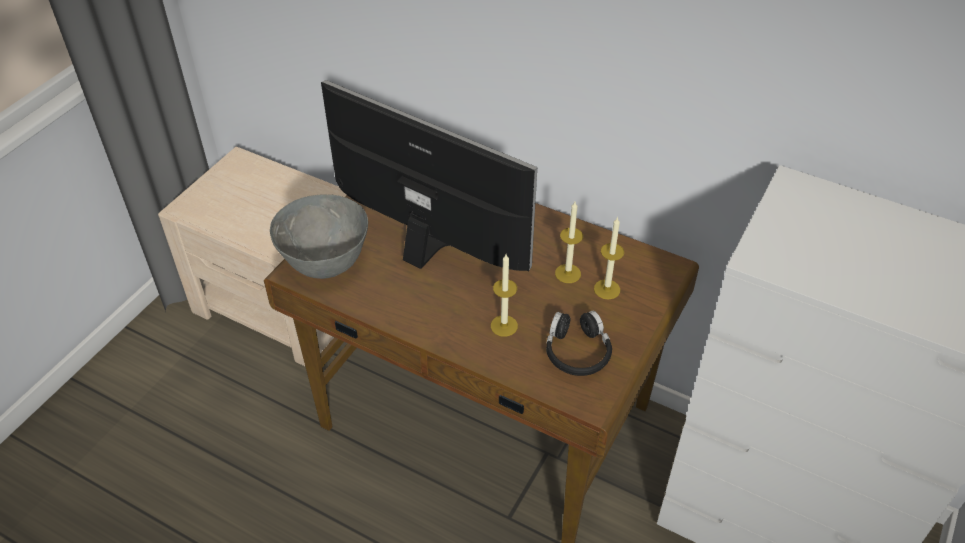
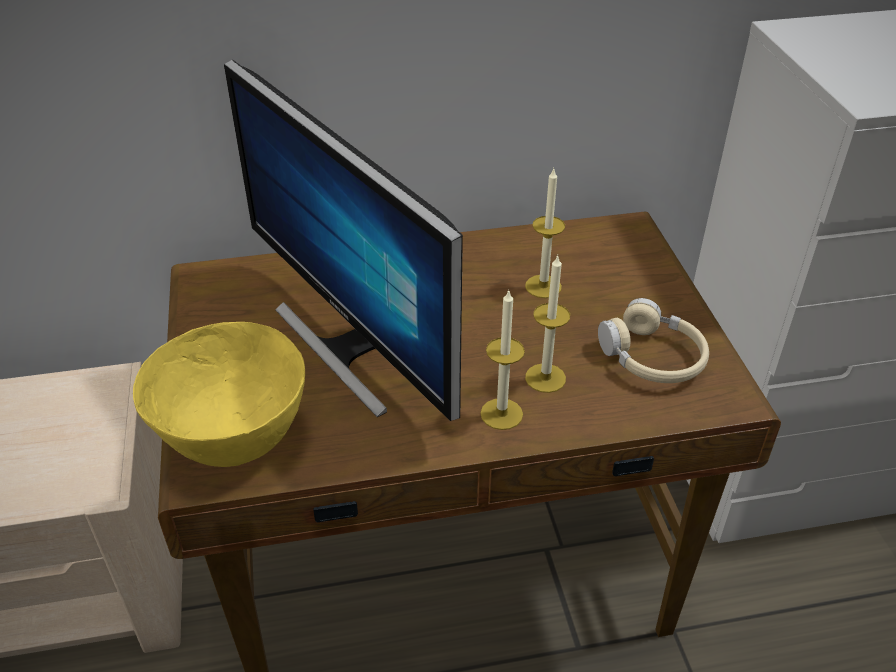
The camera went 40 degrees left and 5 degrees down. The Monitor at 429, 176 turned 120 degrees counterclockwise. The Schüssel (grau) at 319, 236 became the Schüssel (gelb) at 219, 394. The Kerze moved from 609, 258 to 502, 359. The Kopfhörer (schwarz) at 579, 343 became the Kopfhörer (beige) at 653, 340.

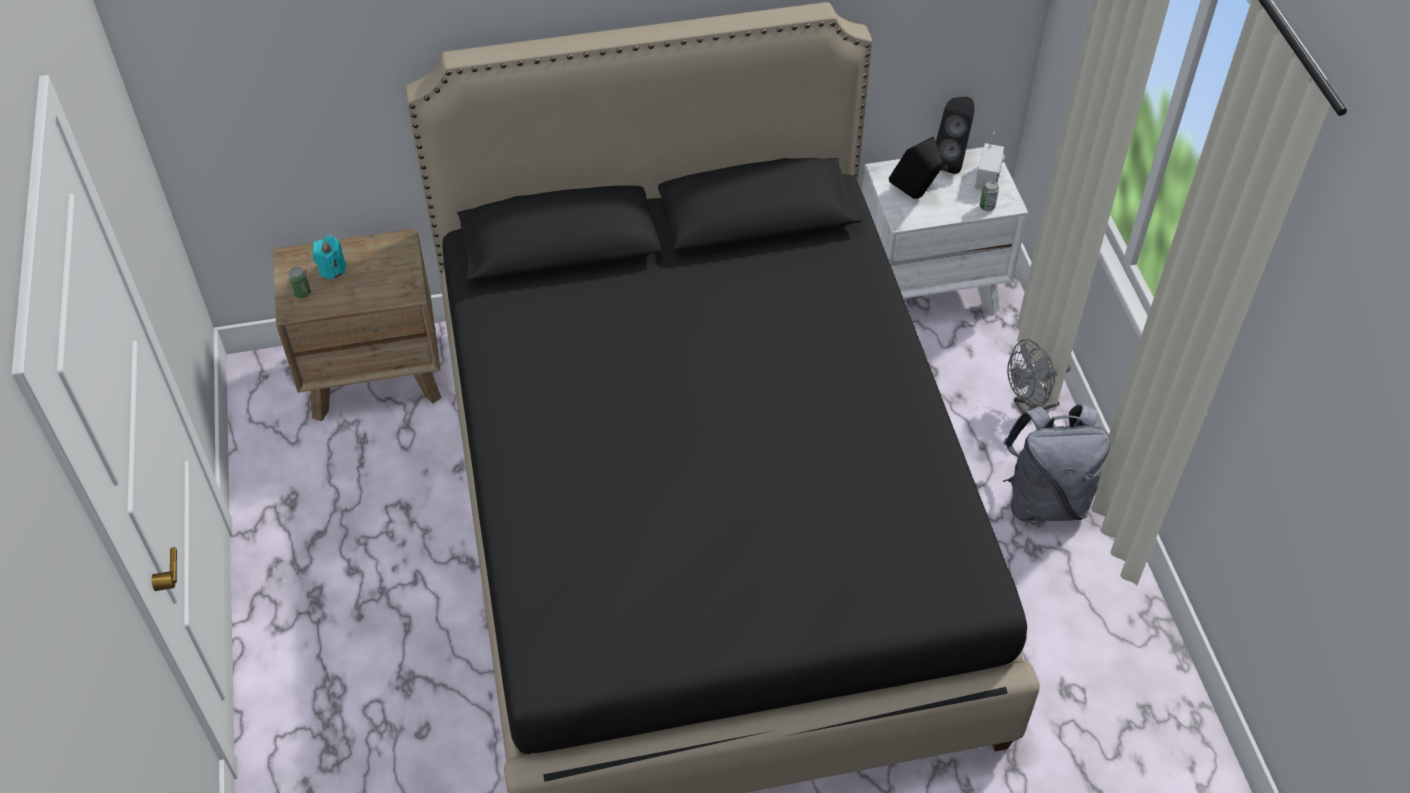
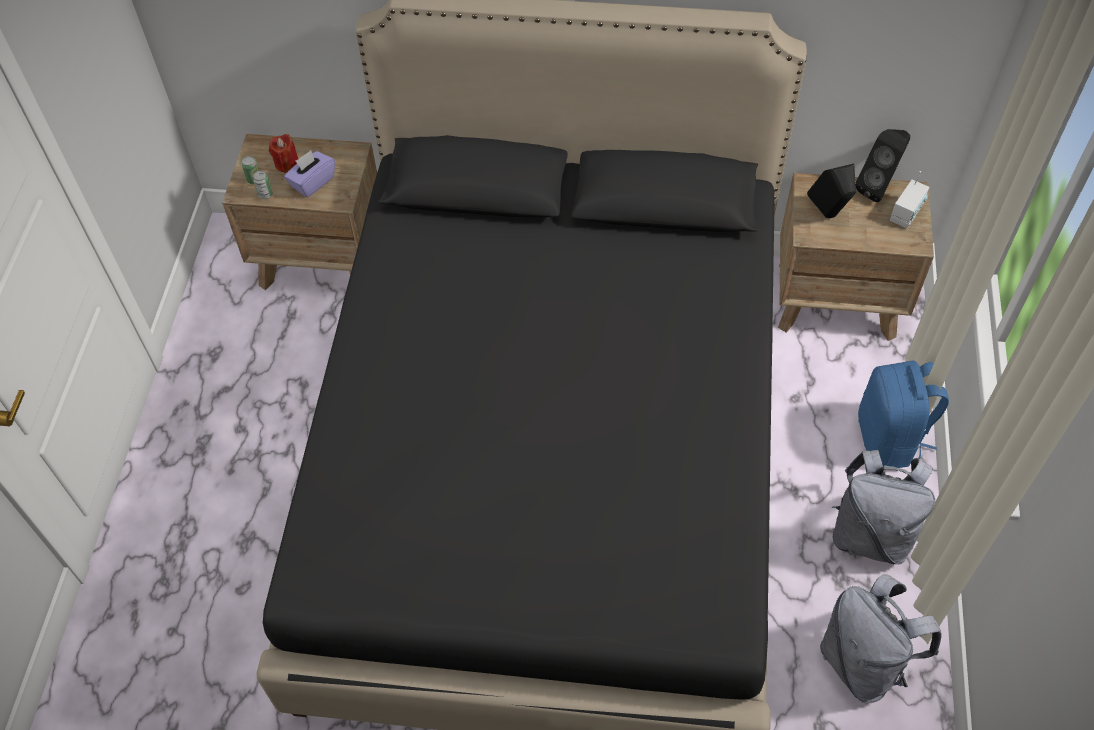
The camera went 20 degrees right and 5 degrees up. The Nachttisch (weiß) at 945, 231 became the Nachttisch (braun) at 856, 257. The Dose moved from 989, 195 to 263, 185. The Kerze (türkis) at 329, 257 became the Kerze (rot) at 283, 153. The Ventilator (grau) at 1039, 376 was replaced by the Rucksack (blau) at 903, 414. The Taschentuchbox (lila) at 309, 173 appeared. The Rucksack (grau) at 881, 638 appeared.

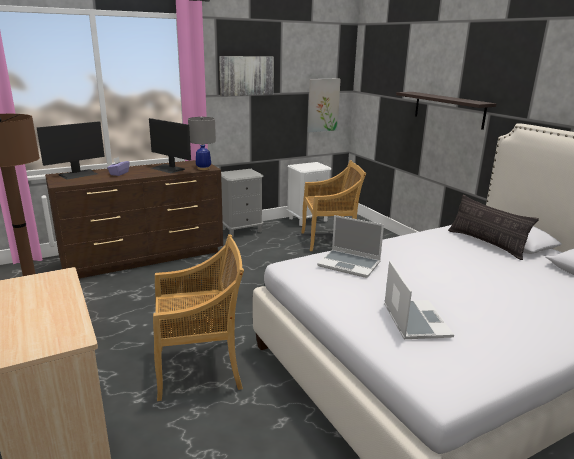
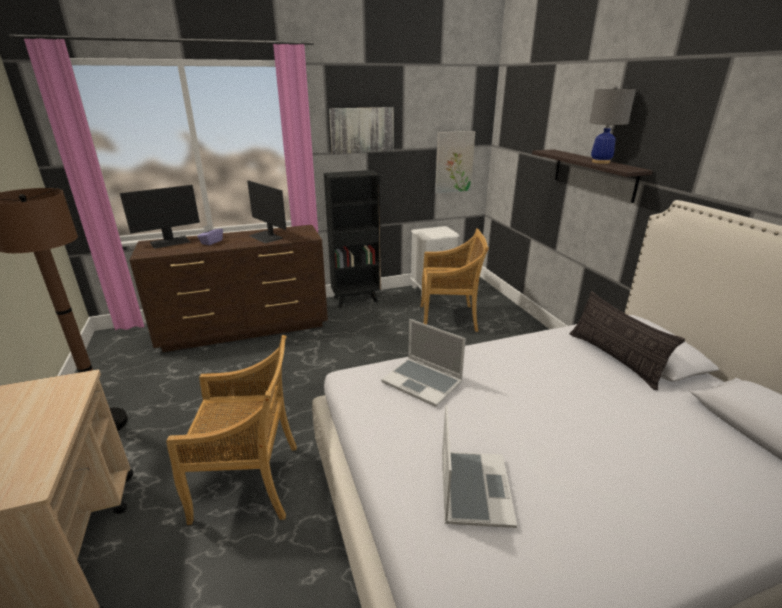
The camera went 10 degrees right and 5 degrees up. The Tischlampe (grau) moved from 202, 143 to 612, 125. The Nachttisch (grau) at 242, 203 was replaced by the Bücherregal (schwarz) at 352, 239.

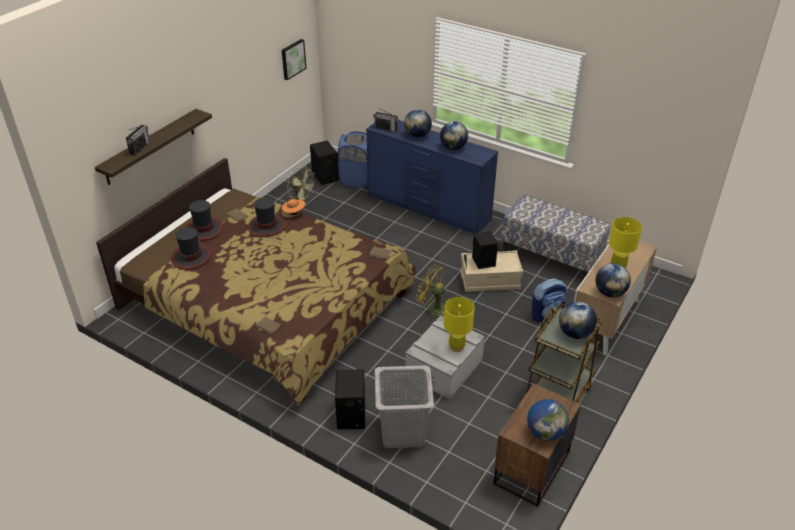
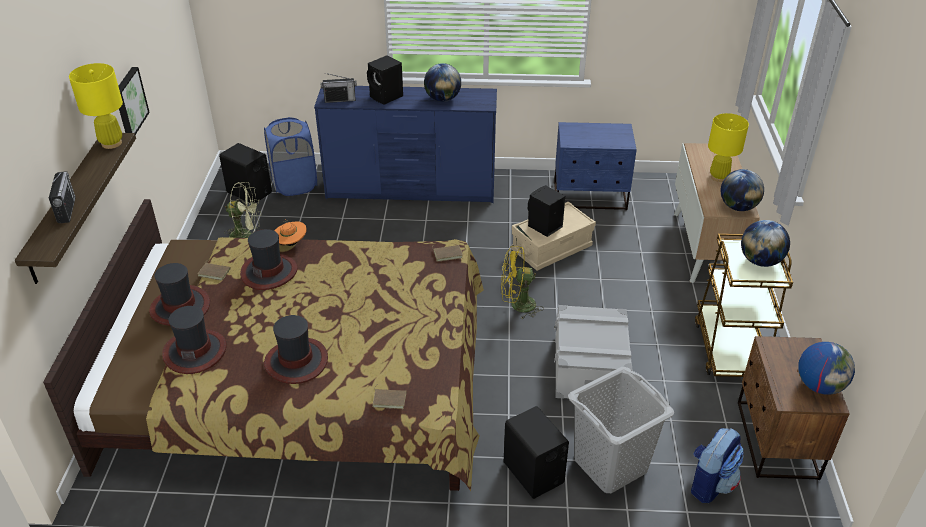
The camera went 30 degrees left and 0 degrees up. The Bild moved from 294, 59 to 134, 101. The Globus at 418, 124 was replaced by the Lautsprecher (schwarz) at 385, 80. The Bank at 555, 237 was replaced by the Nachttisch (blau) at 595, 166. The Rucksack moved from 549, 300 to 717, 465. The Tischlampe (gelb) moved from 459, 324 to 96, 106. The Hut at 296, 349 appeared.

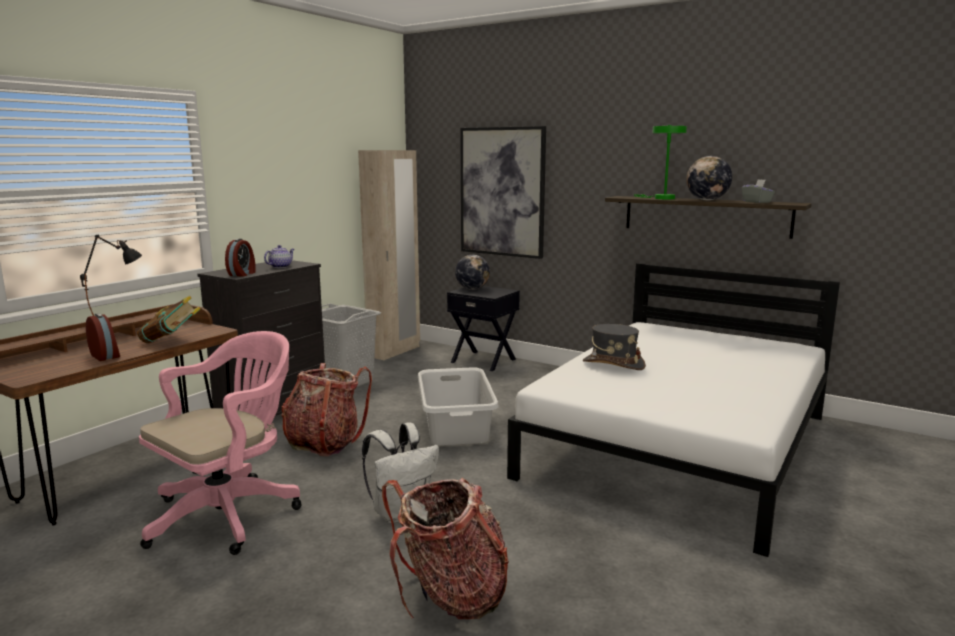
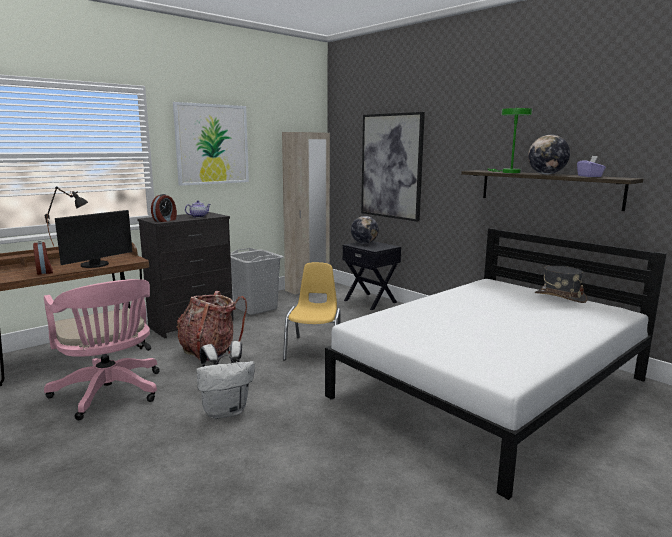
The camera went 15 degrees right and 0 degrees up. The Taschentuchbox (grau) at 758, 191 became the Taschentuchbox (lila) at 591, 166. The Buch at 169, 319 was replaced by the Monitor at 93, 239. The Hut (grau) moved from 614, 347 to 561, 284. The Bürostuhl (rosa) at 220, 443 turned 90 degrees clockwise. The Wäschekorb (grau) at 458, 406 was replaced by the Stuhl (gelb) at 312, 312. The Rucksack at 445, 548 disappeared. The Bild at 211, 144 appeared.

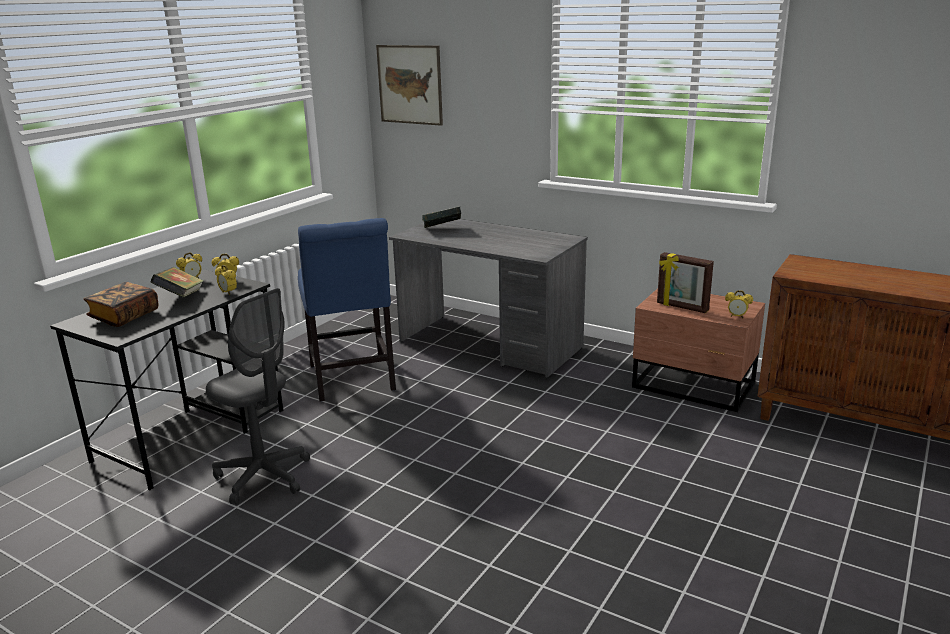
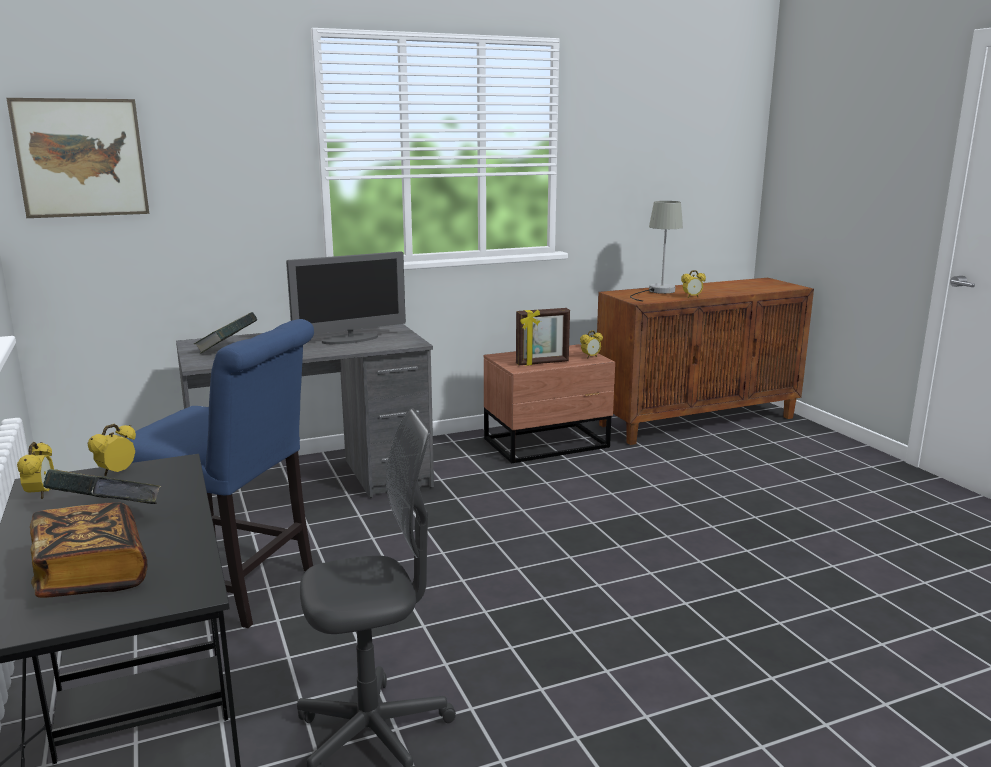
The camera went 55 degrees left and 5 degrees down. The Wecker moved from 226, 280 to 693, 284. The Tischlampe (grau) at 656, 251 appeared. The Monitor at 346, 297 appeared.

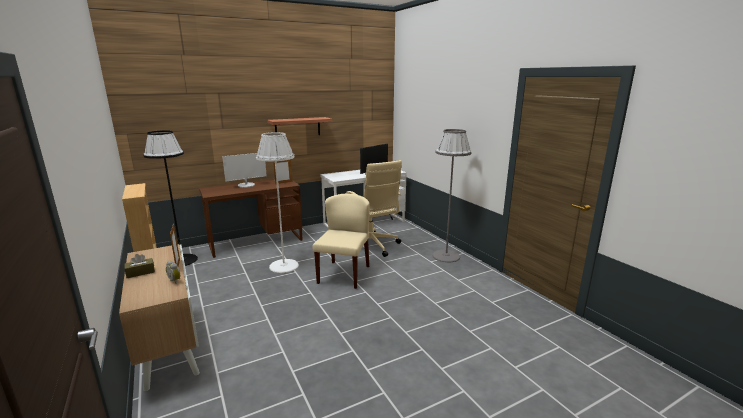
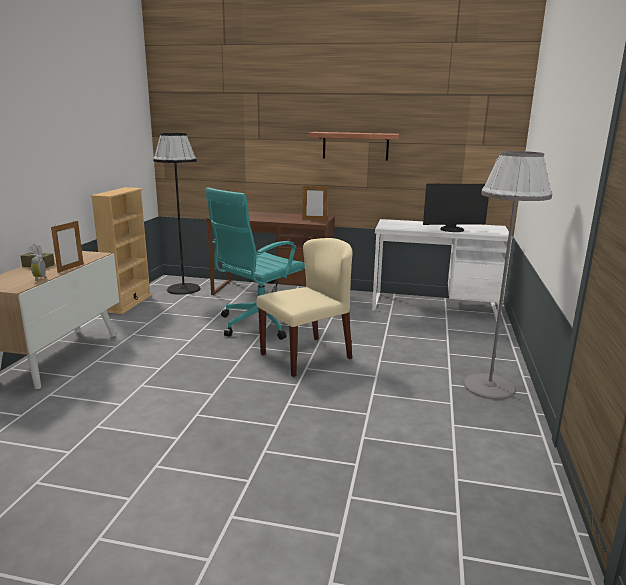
The camera went 40 degrees right and 0 degrees up. The Stehlampe (weiß) at 277, 202 was replaced by the Bürostuhl (türkis) at 255, 263. The Monitor at 244, 170 disappeared. The Bürostuhl (beige) at 374, 208 disappeared.

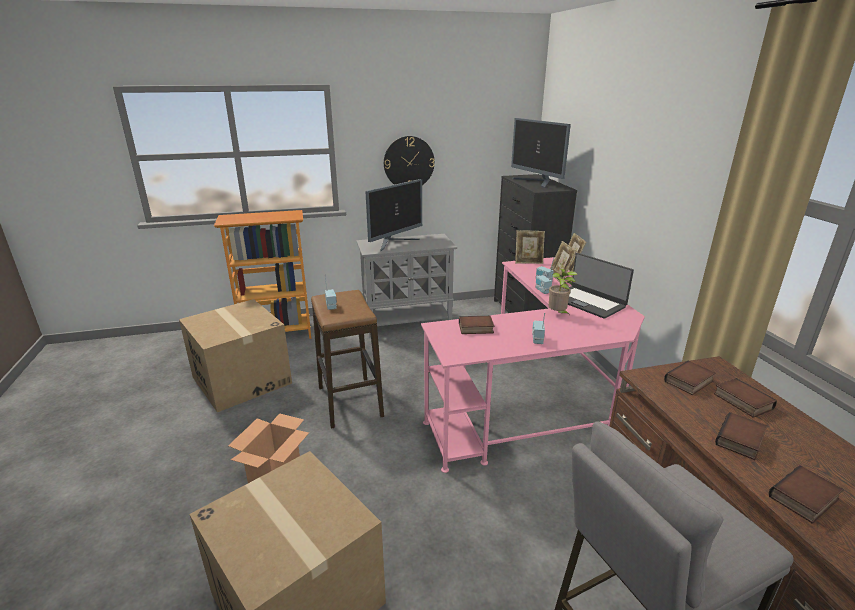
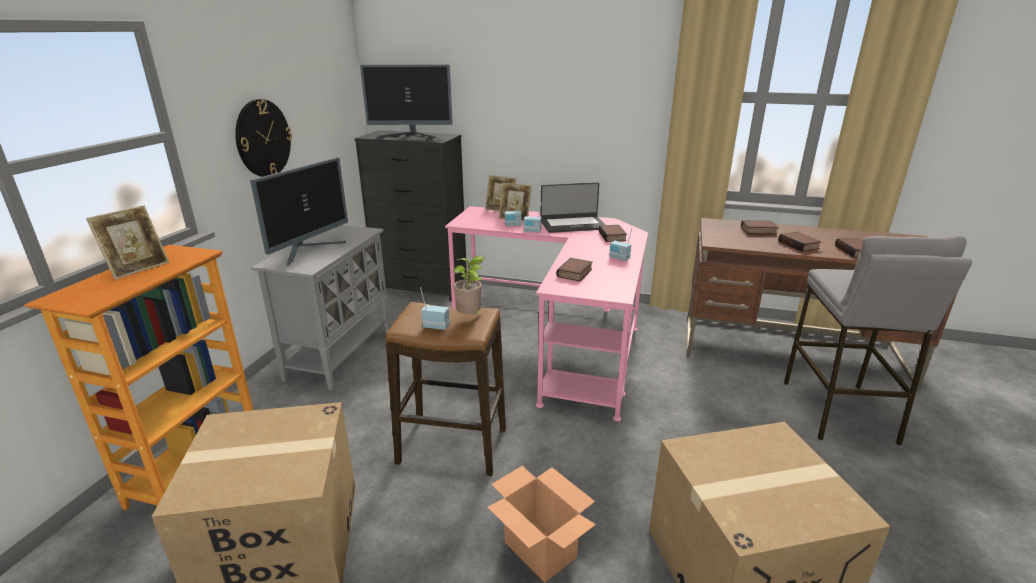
The camera went 60 degrees left and 0 degrees up. The Monitor at 393, 215 turned 45 degrees clockwise. The Bilderrahmen moved from 530, 247 to 128, 242. The Topfpflanze moved from 563, 291 to 469, 285. The Buch moved from 690, 378 to 613, 233.

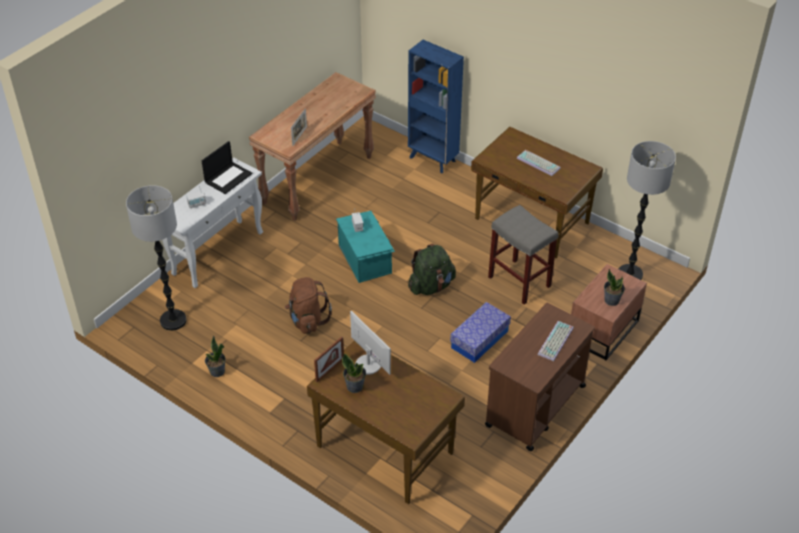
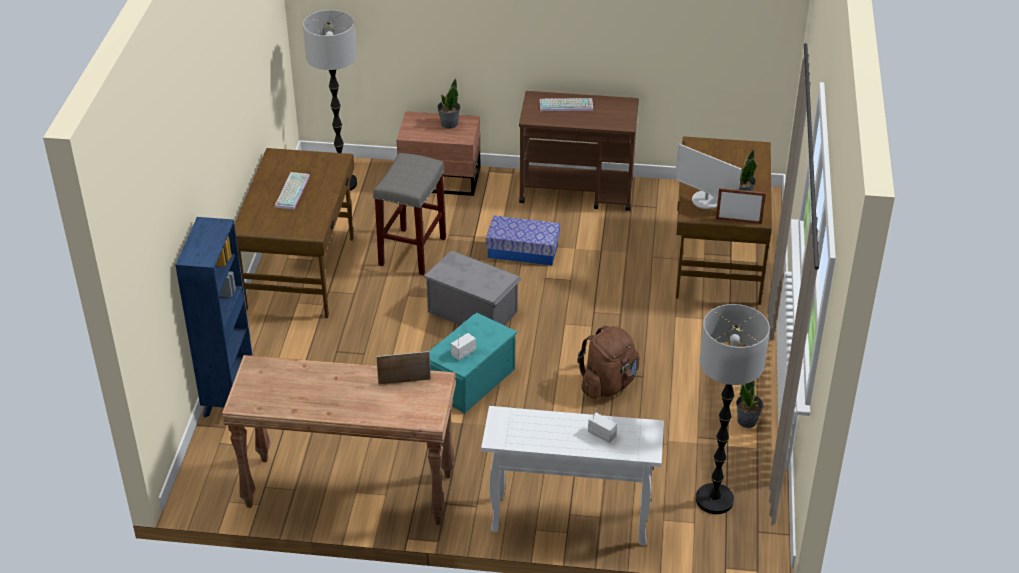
The camera went 120 degrees left and 5 degrees down. The Laptop at 227, 167 disappeared. The Rucksack (grün) at 432, 269 was replaced by the Aufbewahrungsbox (grau) at 473, 288. The Monitor at 370, 343 turned 75 degrees counterclockwise.

